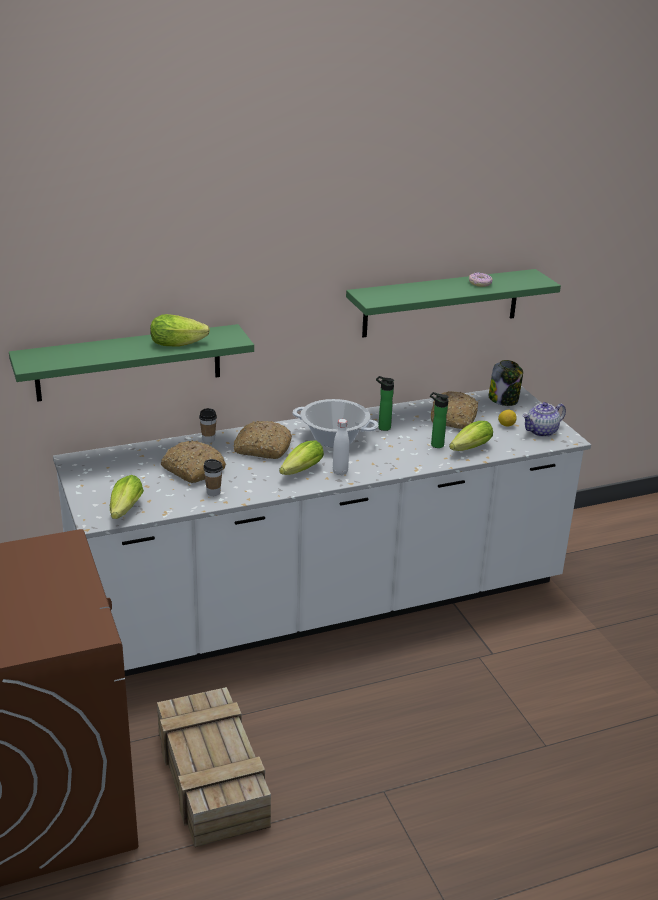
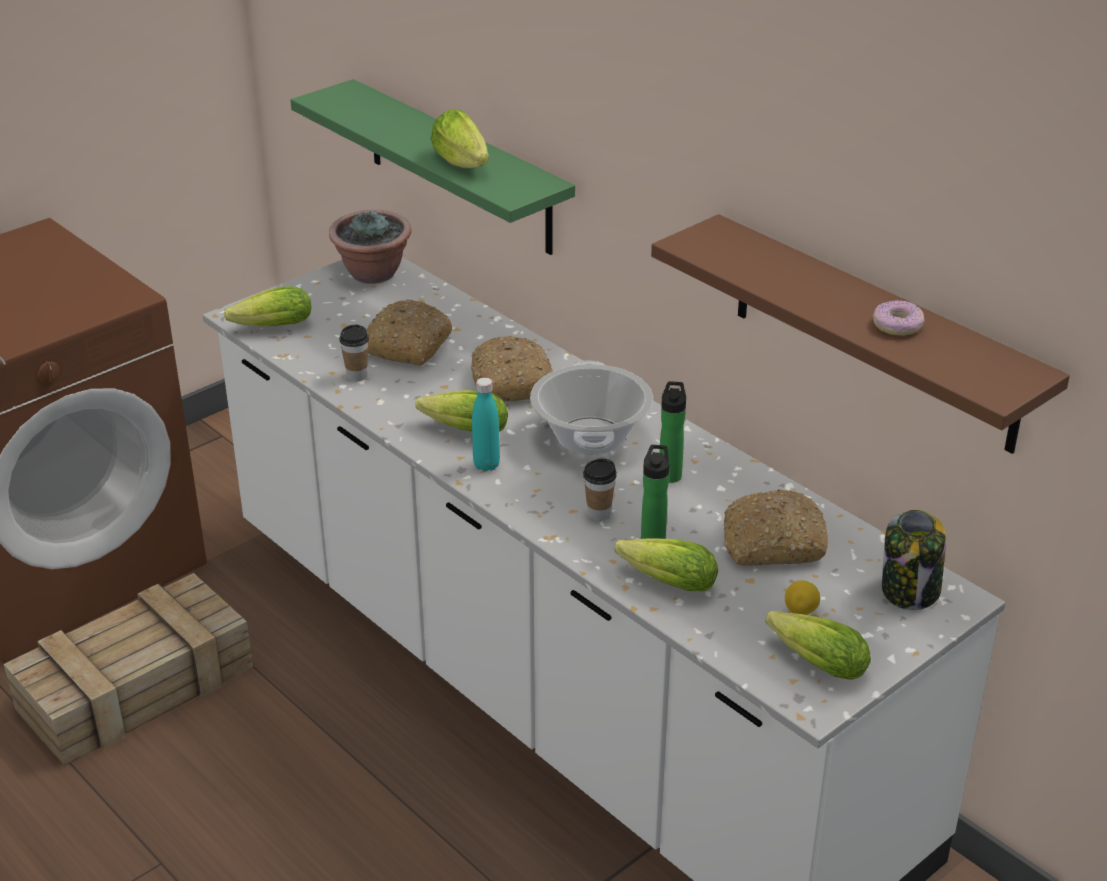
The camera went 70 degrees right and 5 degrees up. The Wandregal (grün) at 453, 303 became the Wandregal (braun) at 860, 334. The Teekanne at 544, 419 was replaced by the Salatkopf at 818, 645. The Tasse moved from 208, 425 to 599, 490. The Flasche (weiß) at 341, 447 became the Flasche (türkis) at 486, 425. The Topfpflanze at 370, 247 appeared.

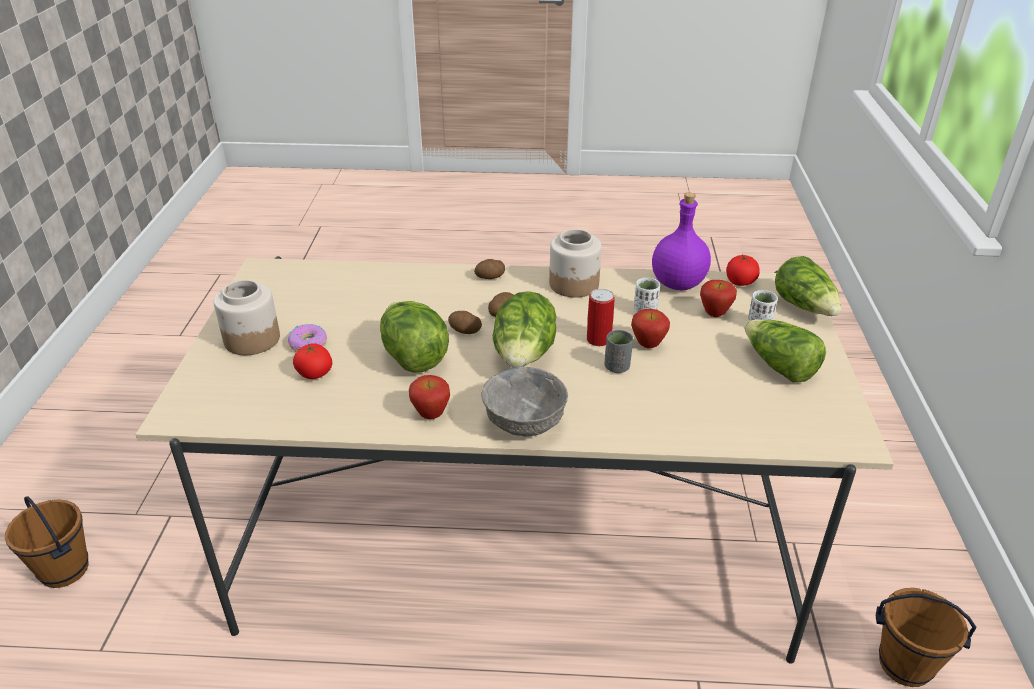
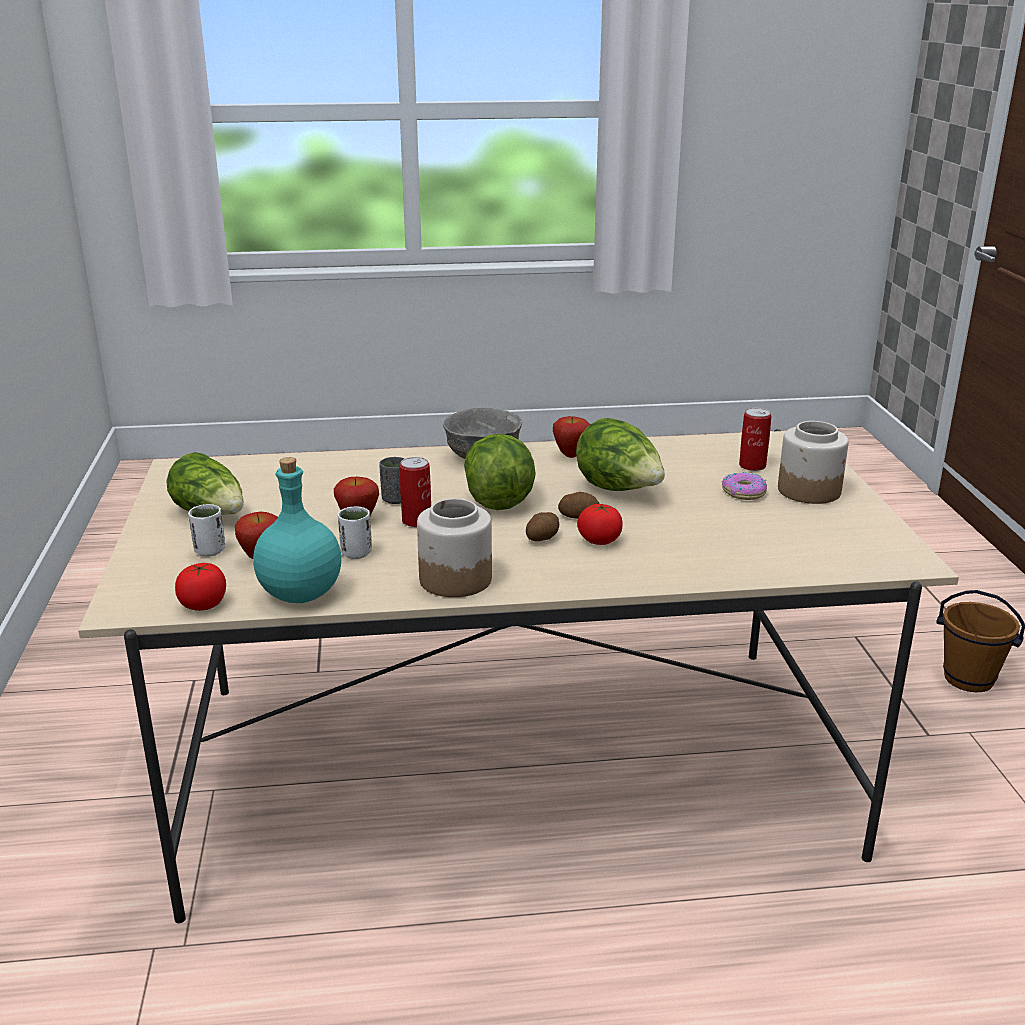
The camera went 170 degrees right and 10 degrees down. The Flasche (lila) at 681, 241 became the Flasche (türkis) at 297, 530. The Salatkopf at 808, 286 disappeared. The Kartoffel at 489, 269 disappeared. The Tomate moved from 312, 361 to 600, 524. The Eimer (braun) at 926, 637 disappeared. The Dose at 755, 439 appeared.

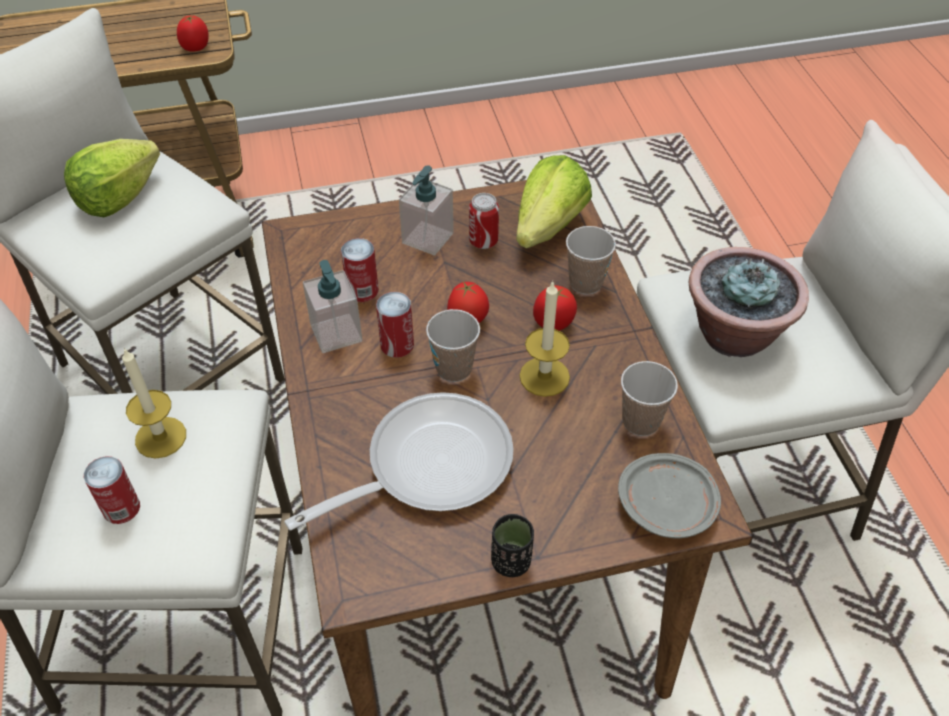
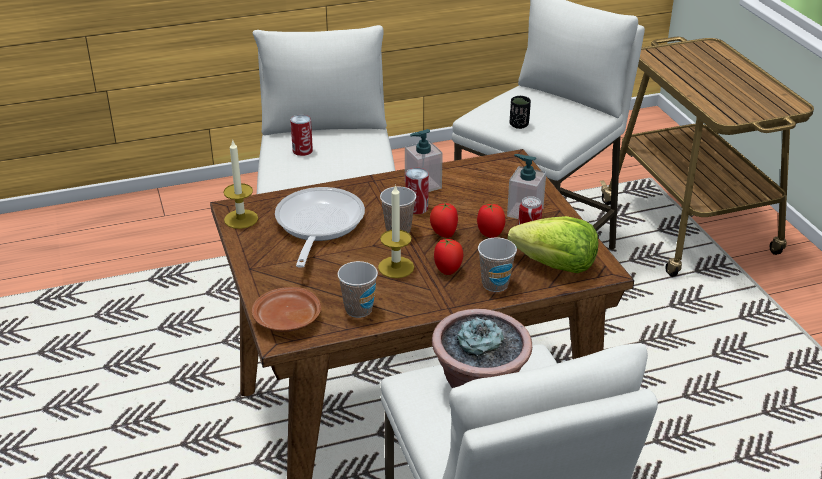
The camera went 85 degrees right and 15 degrees down. The Tomate moved from 193, 33 to 491, 221. The Salatkopf at 112, 178 disappeared. The Dose at 360, 270 disappeared. The Kerze moved from 154, 403 to 240, 184. The Pfanne at 399, 461 turned 135 degrees counterclockwise. The Teller (grau) at 669, 496 became the Teller (braun) at 286, 309. The Tasse (schwarz) moved from 512, 545 to 520, 112.

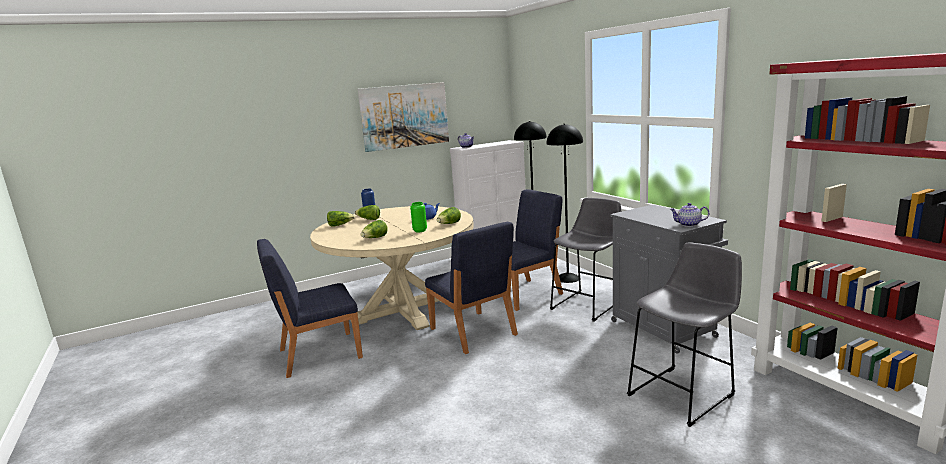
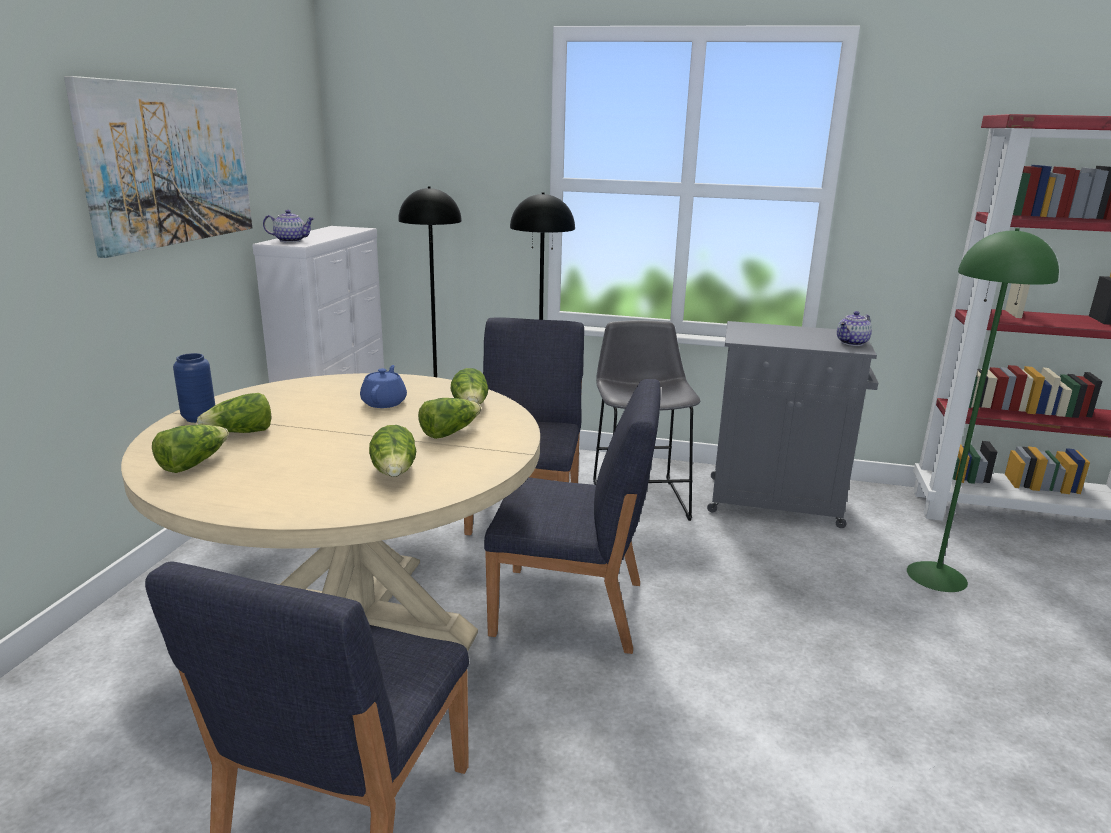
The camera went 50 degrees left and 5 degrees up. The Vase (grün) at 418, 217 was replaced by the Salatkopf at 449, 418. The Hocker (grau) at 684, 334 was replaced by the Stehlampe (grün) at 983, 410.

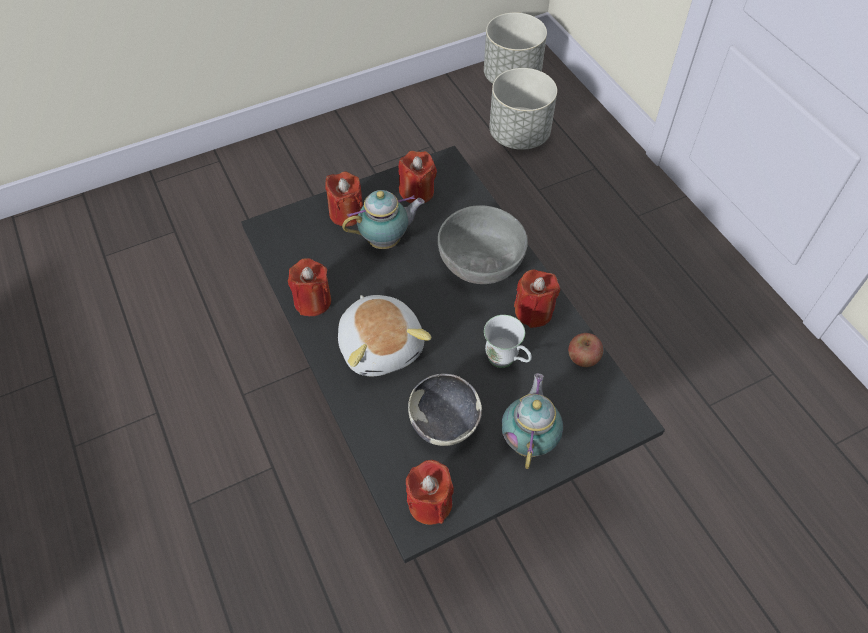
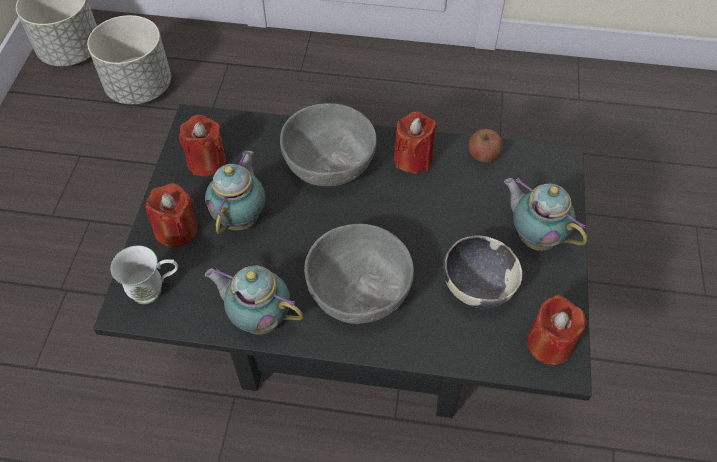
The camera went 55 degrees left and 0 degrees up. The Kerze (rot) at 309, 287 was replaced by the Teekanne at 254, 300. The Plüschtier at 385, 335 was replaced by the Schüssel (grau) at 359, 274. The Henkelbecher (weiß) moved from 508, 341 to 144, 274.

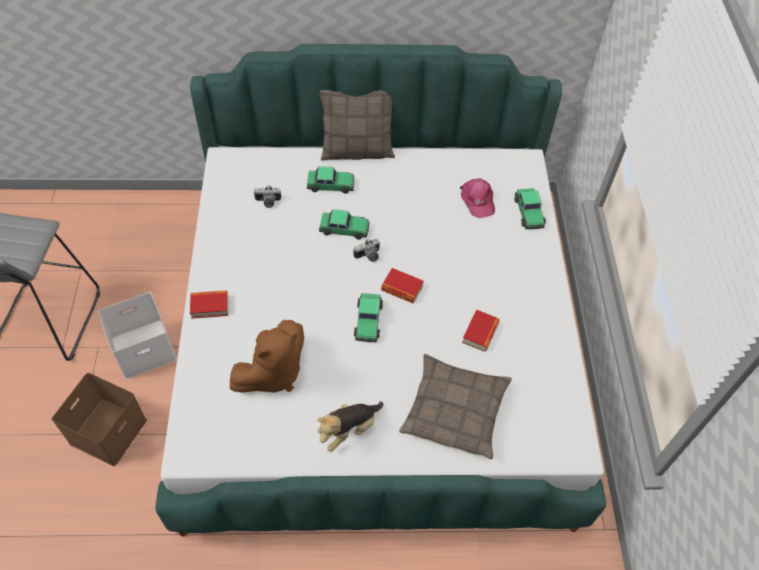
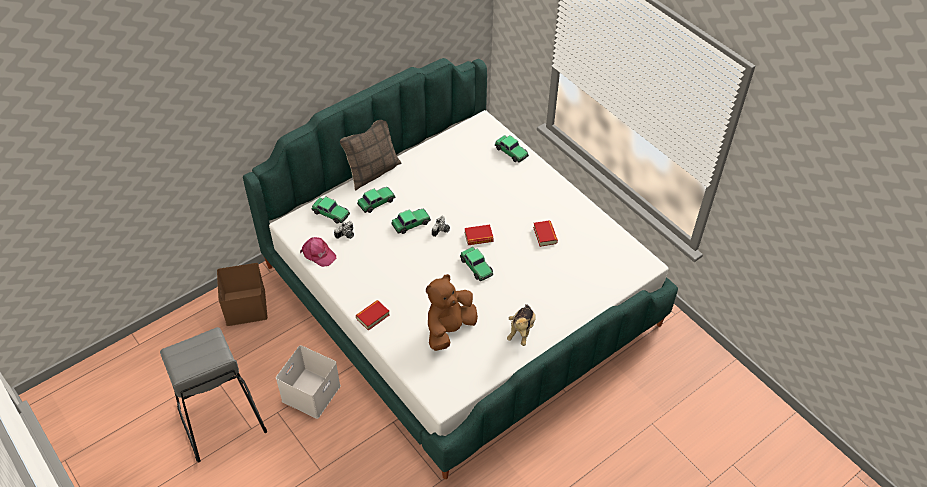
The camera went 35 degrees left and 5 degrees down. The Kappe (rosa) moved from 477, 198 to 318, 252. The Plüschtier (braun) at 267, 356 turned 150 degrees counterclockwise. The Kissen at 455, 406 disappeared. The Aufbewahrungsbox (braun) moved from 99, 419 to 242, 294. The Spielzeugauto at 331, 210 appeared.

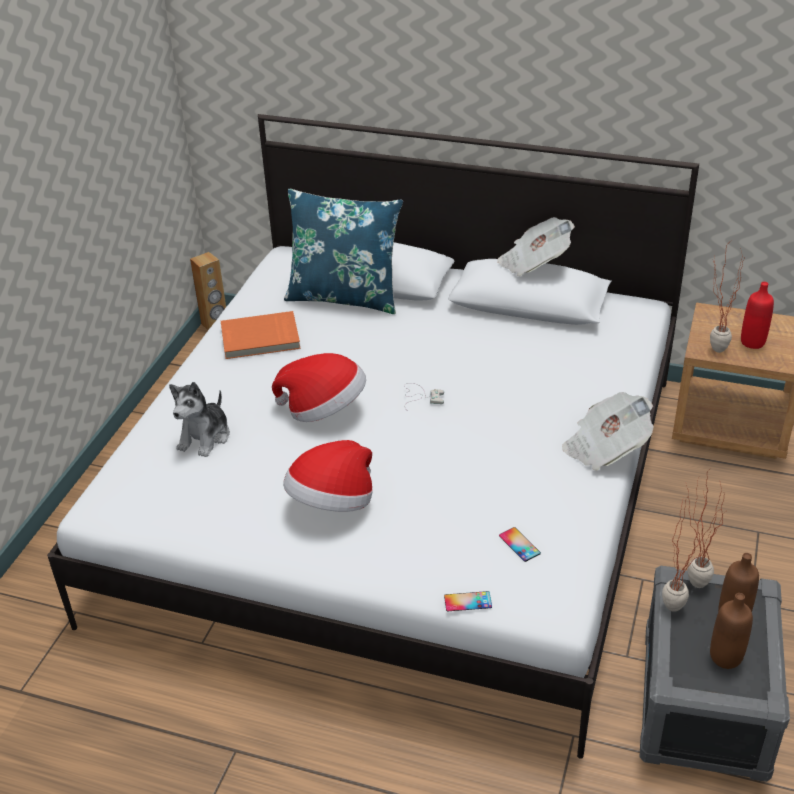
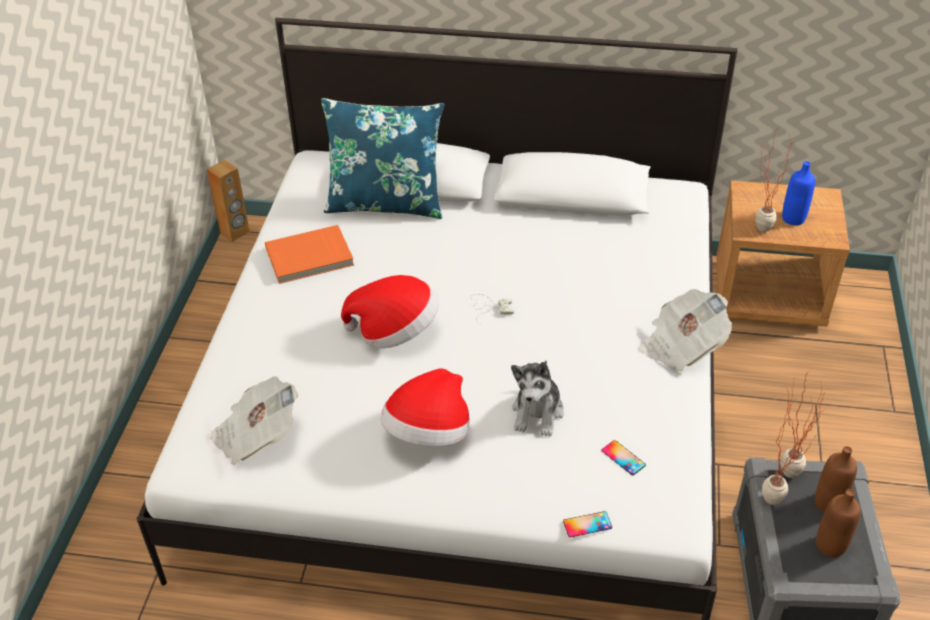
The camera went 10 degrees left and 5 degrees up. The Zeitung moved from 536, 246 to 254, 420. The Flasche (rot) at 757, 315 became the Flasche (blau) at 798, 193. The Plüschtier moved from 199, 419 to 537, 398.

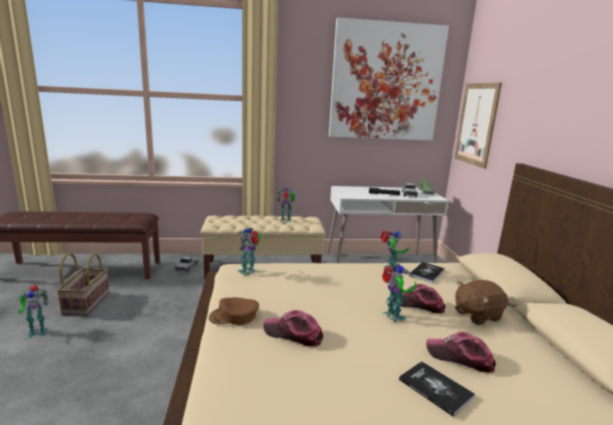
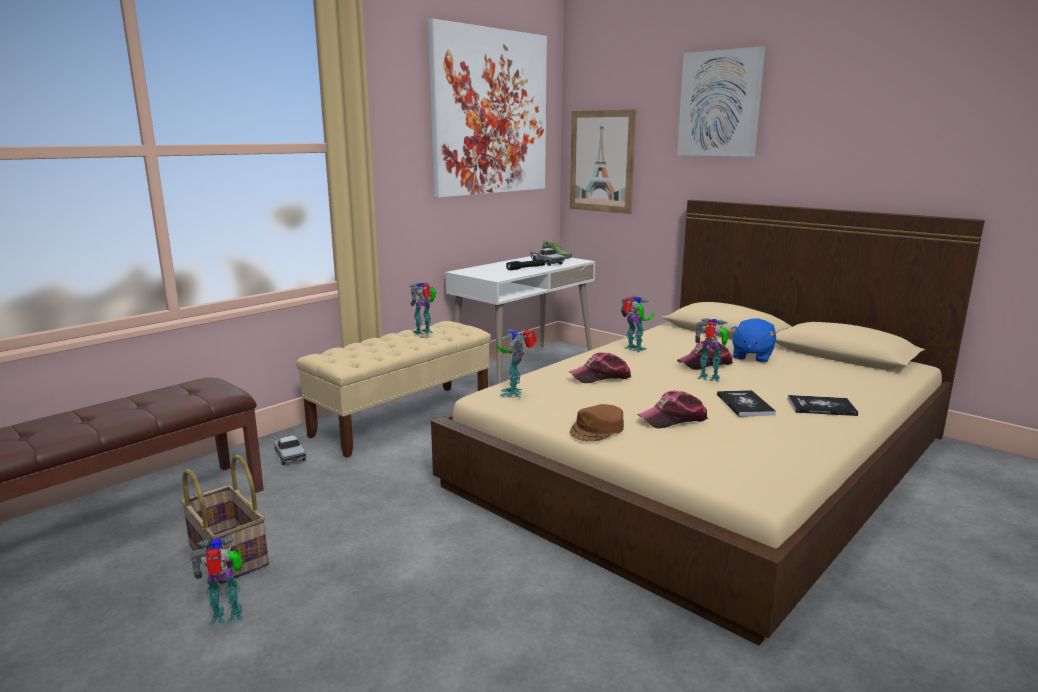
The camera went 40 degrees left and 0 degrees up. The Buch moved from 427, 272 to 746, 403. The Plüschtier (braun) at 481, 302 became the Plüschtier (blau) at 753, 340. The Spielzeugroboter at 33, 311 turned 135 degrees counterclockwise. The Kappe moved from 461, 352 to 600, 367. The Bild at 721, 101 appeared.

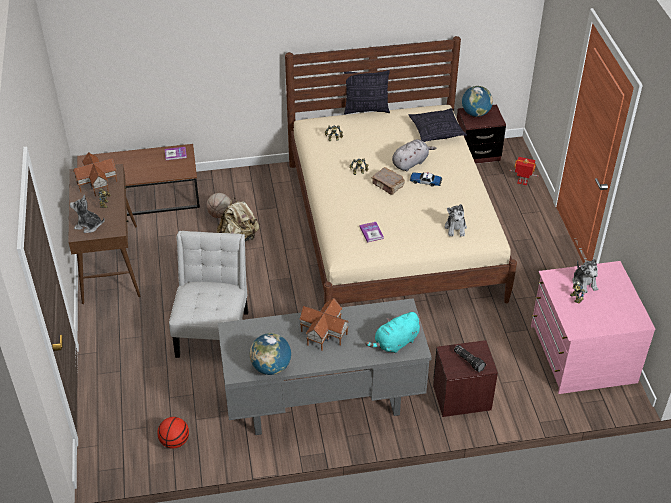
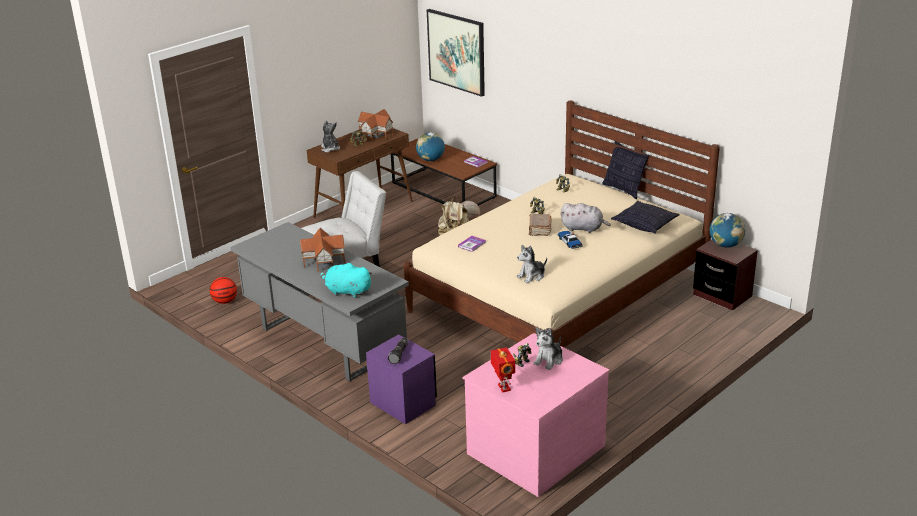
The camera went 55 degrees right and 15 degrees down. The Spielzeugroboter moved from 523, 171 to 503, 369. The Globus moved from 270, 354 to 430, 146. The Nachttisch (braun) at 465, 378 became the Nachttisch (lila) at 401, 379. The Bild at 456, 53 appeared.

